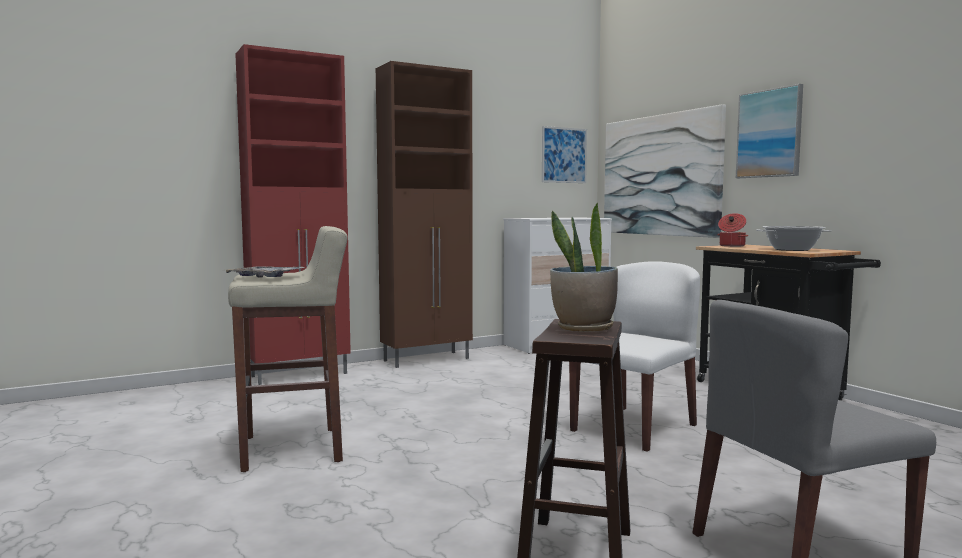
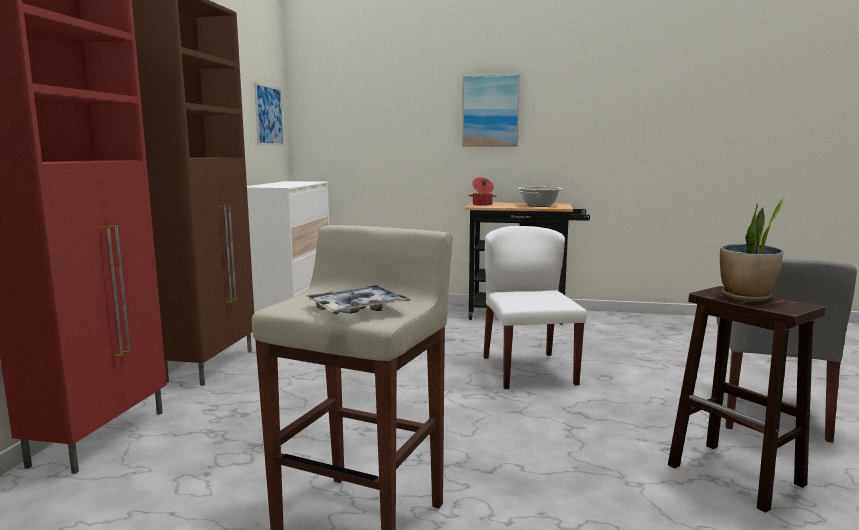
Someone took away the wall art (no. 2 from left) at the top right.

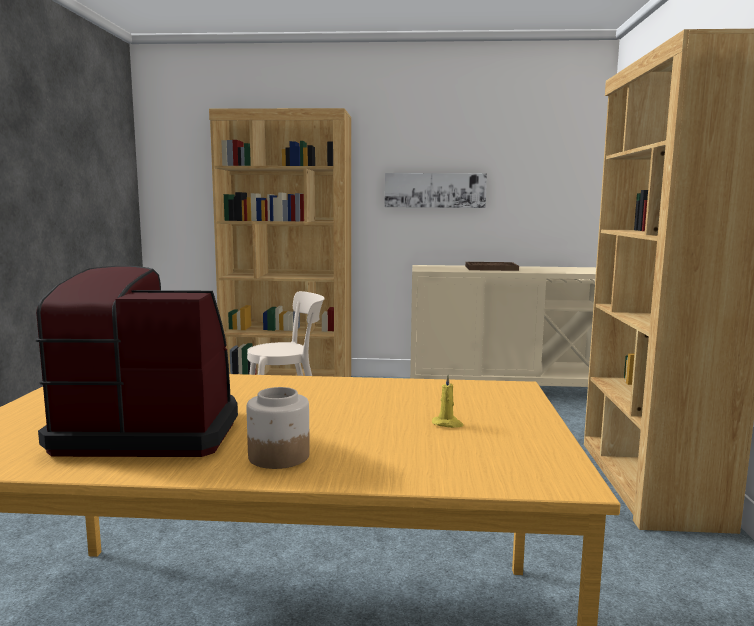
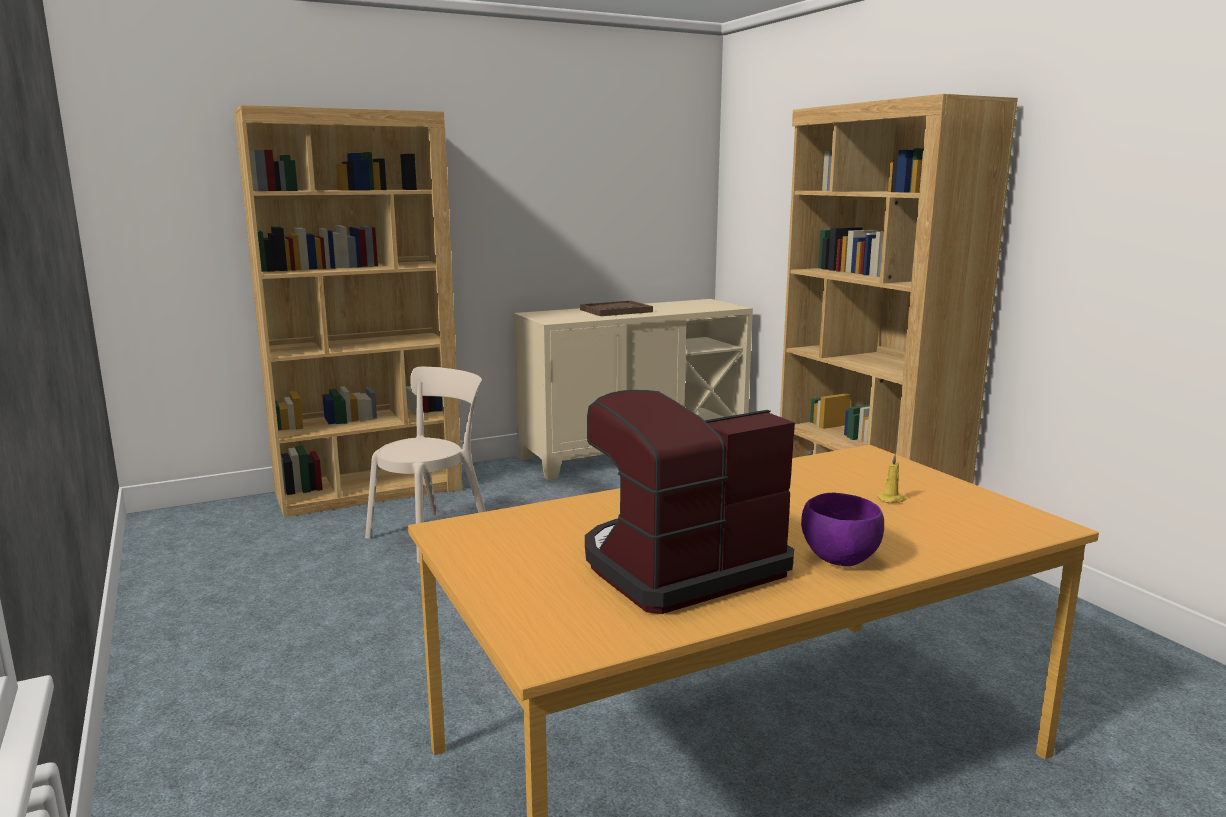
Someone took away the wall art at the top centre.
Someone swapped the storage jar at the bottom centre for the bowl (purple) at the middle right.

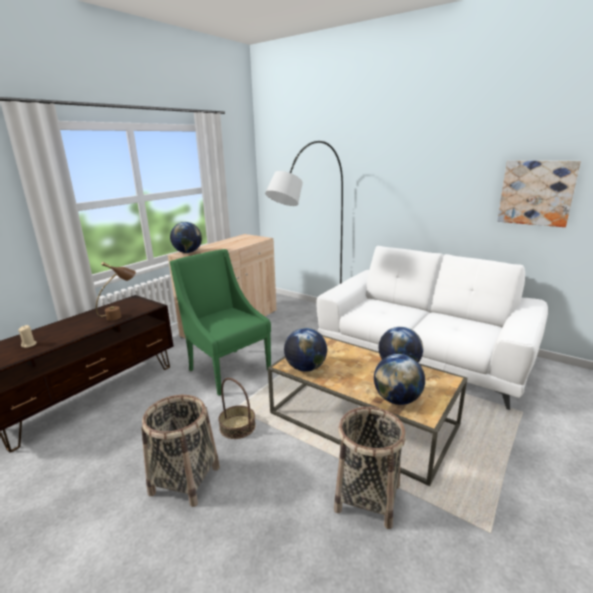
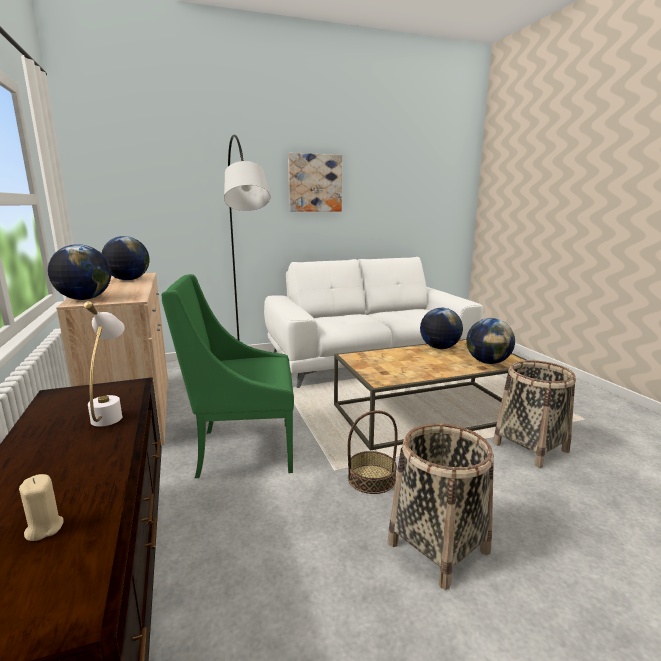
Someone carried the wall art from the top right to the top centre.
Someone repainted the table lamp (brown-coloured) at the middle left, which became the table lamp (whitish) at the middle left.
Someone carried the world globe (no. 2 from left) from the centre to the middle left.

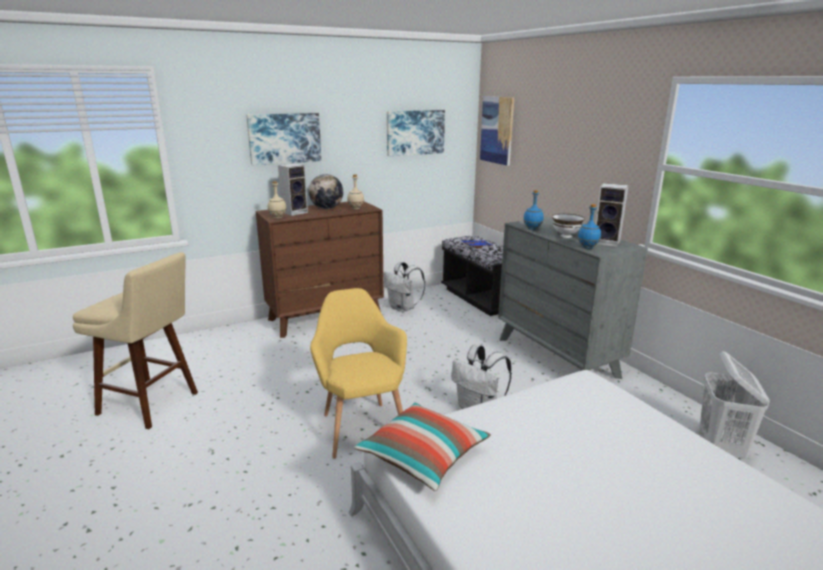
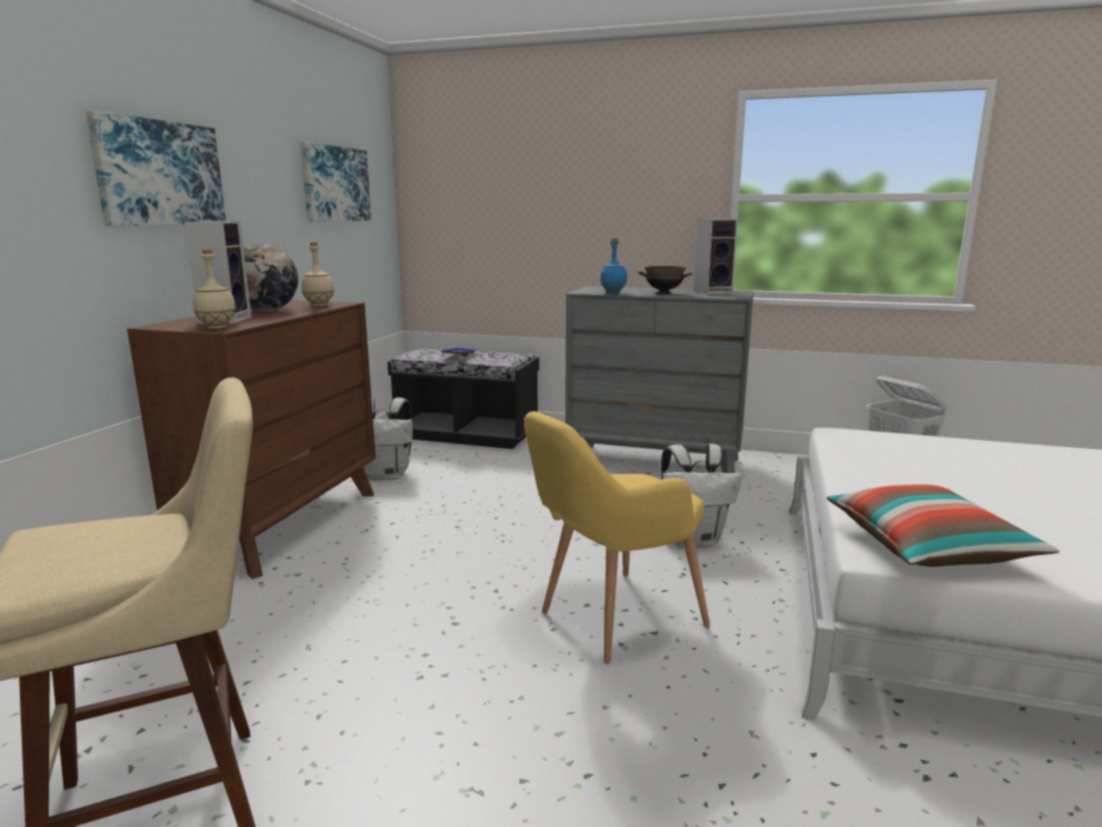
Someone took away the wall art (no. 3 from left) at the top centre.
Someone took away the beverage bottle (blue-coloured) (no. 2 from left) at the middle right.
Someone repainted the bowl (whitish) at the middle right, which became the bowl (blackish) at the centre.
Someone rotated the easy chair (yellow-coloured) at the centre by 60 degrees counterclockwise.

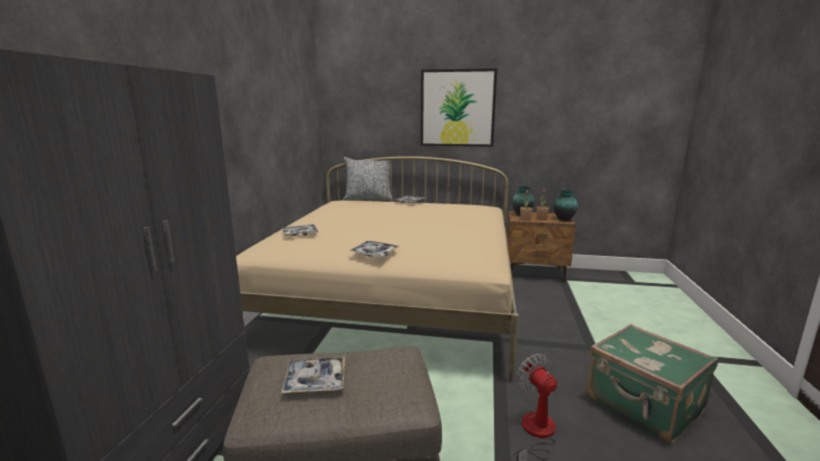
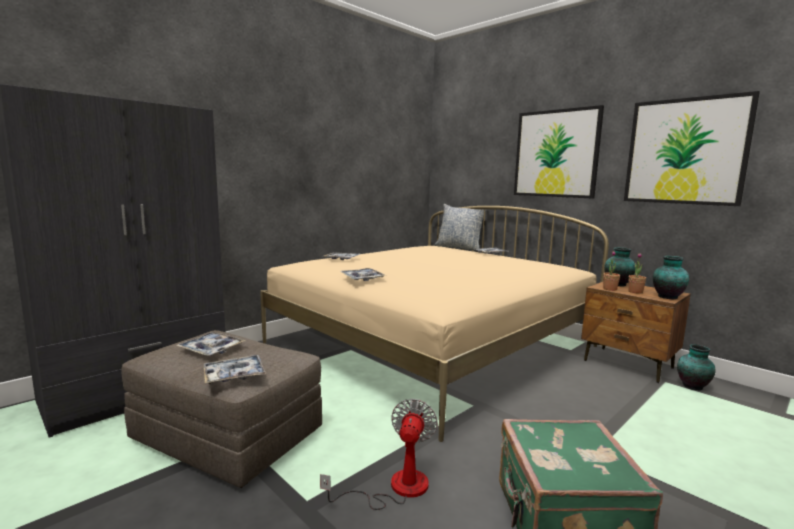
Someone put up the wall art (no. 2 from left) at the top right.
Someone put down the flower vase (no. 3 from left) at the bottom right.
Someone put down the tray (no. 2 from left) at the bottom left.

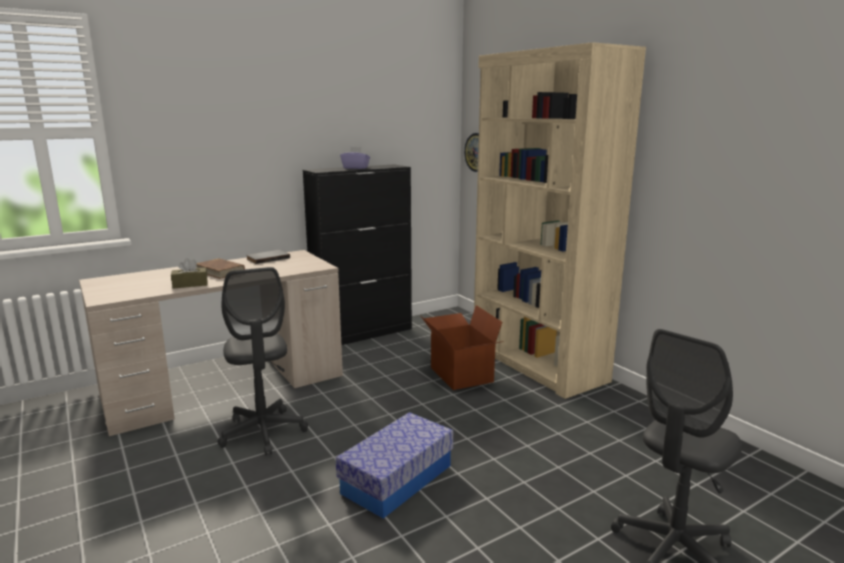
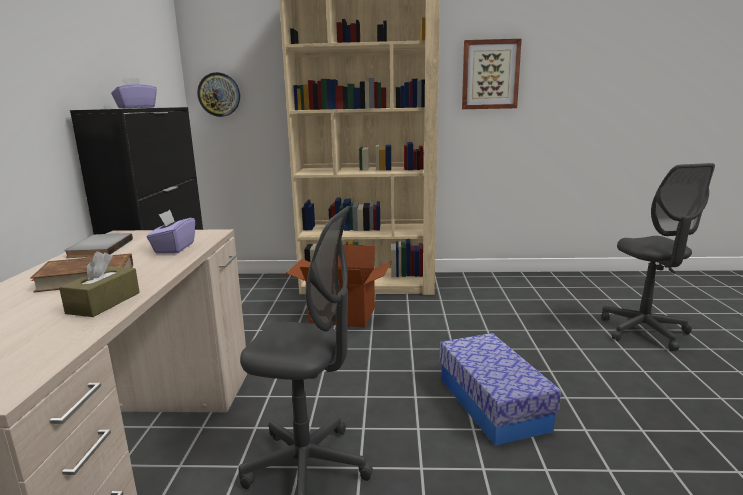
Someone put up the wall art at the top centre.
Someone put down the box of tissues (purple) (no. 2 from left) at the middle left.

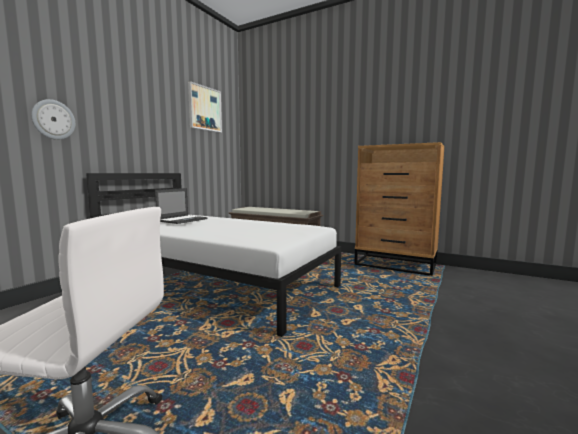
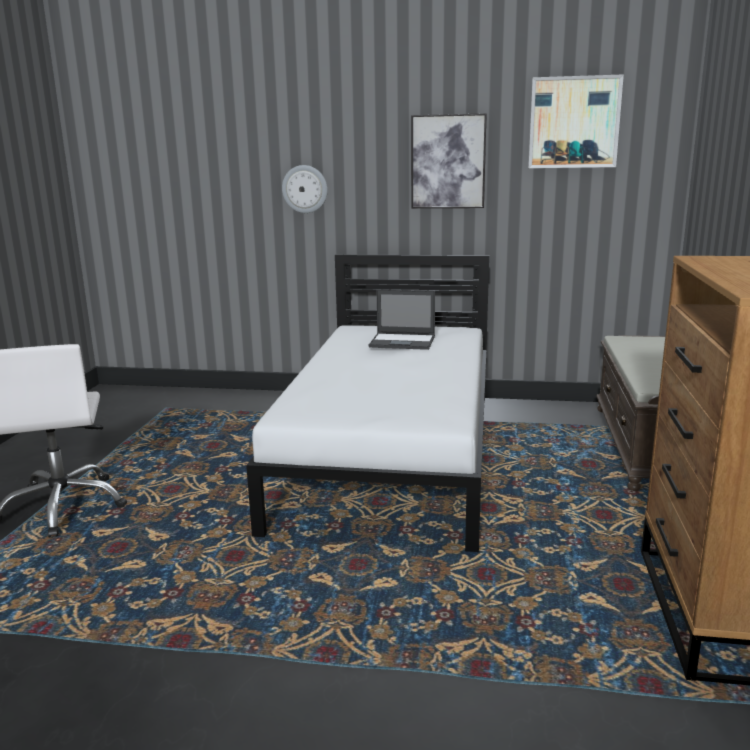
Someone put up the wall art (no. 1 from left) at the top centre.

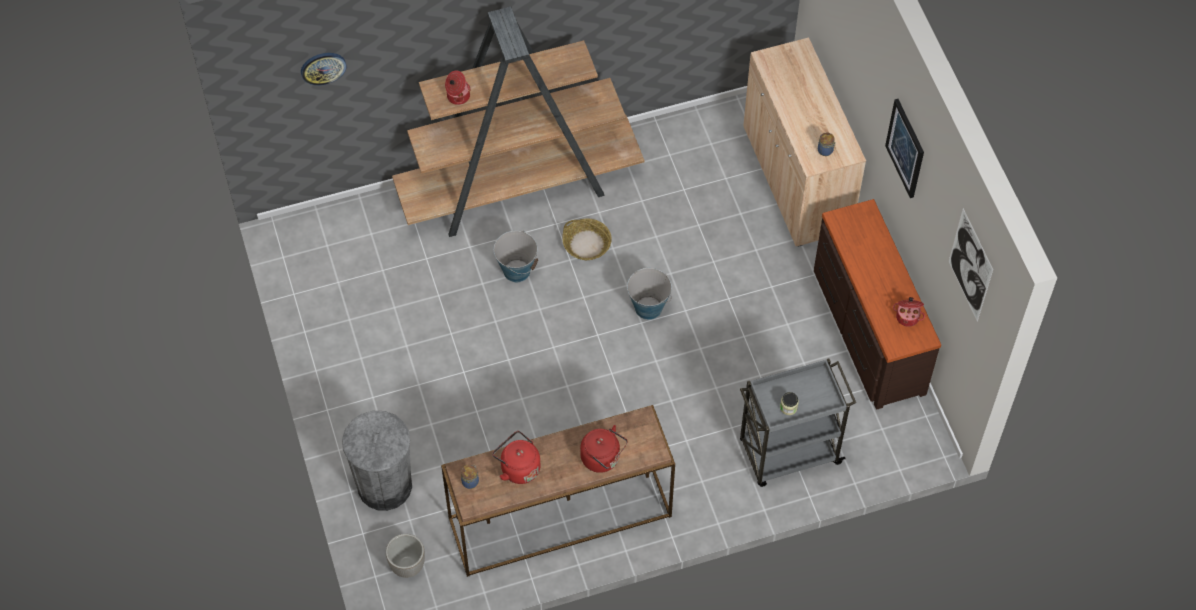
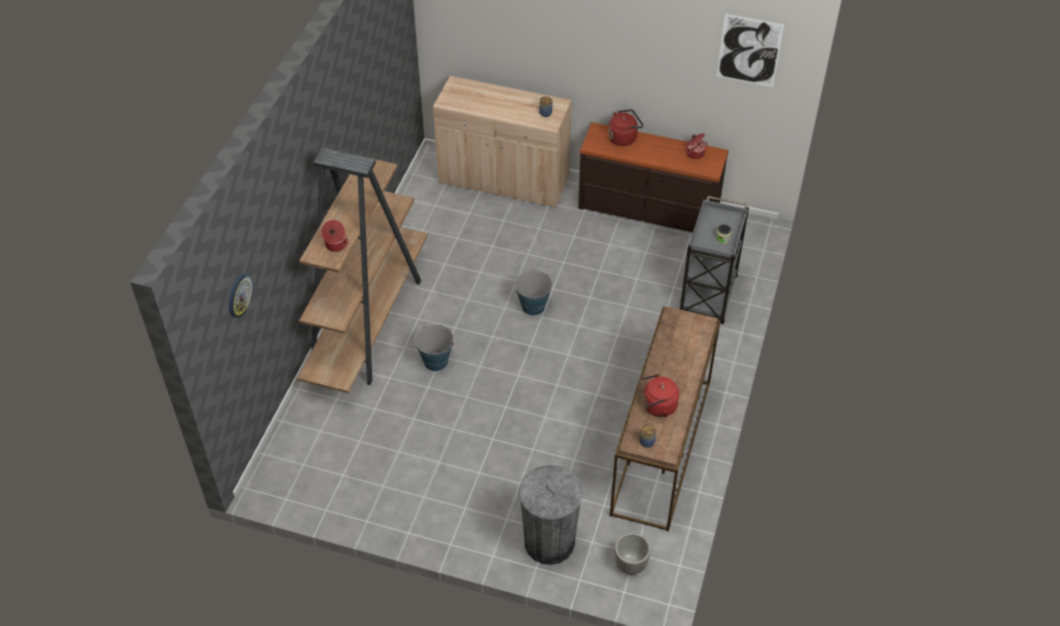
Someone took away the wall art (no. 1 from left) at the top right.
Someone took away the basket at the centre.
Someone carried the kettle (reddish) (no. 2 from left in the first image) from the bottom centre to the top centre.

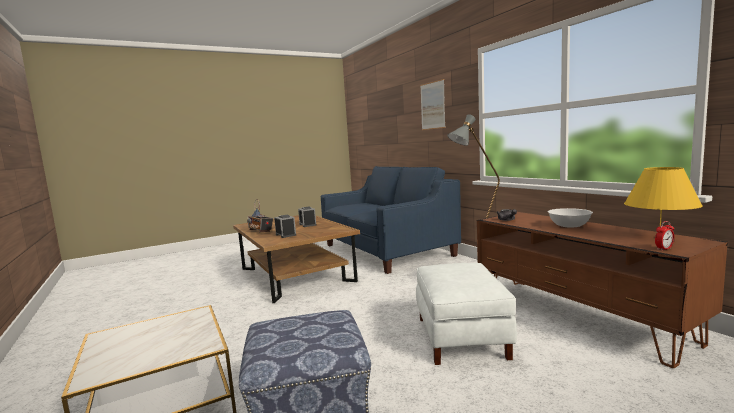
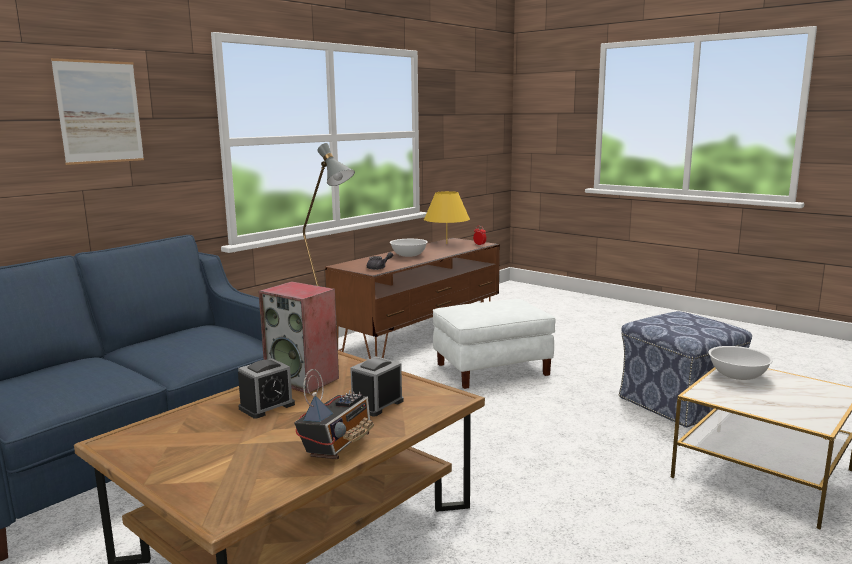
Someone put down the speaker at the centre.
Someone put down the bowl (whitish) (no. 2 from left) at the middle right.

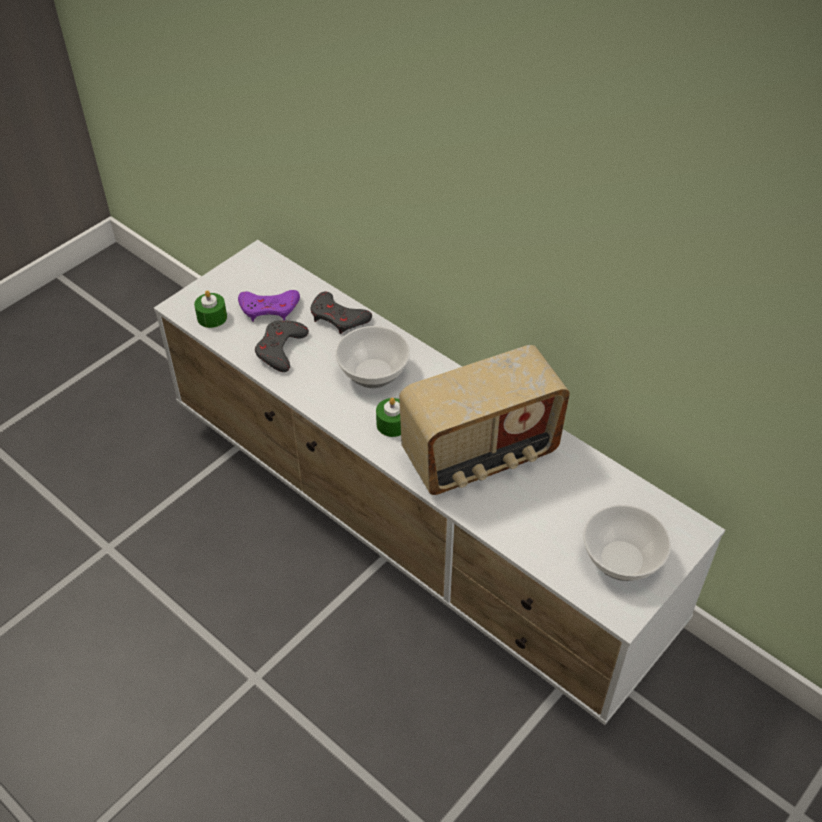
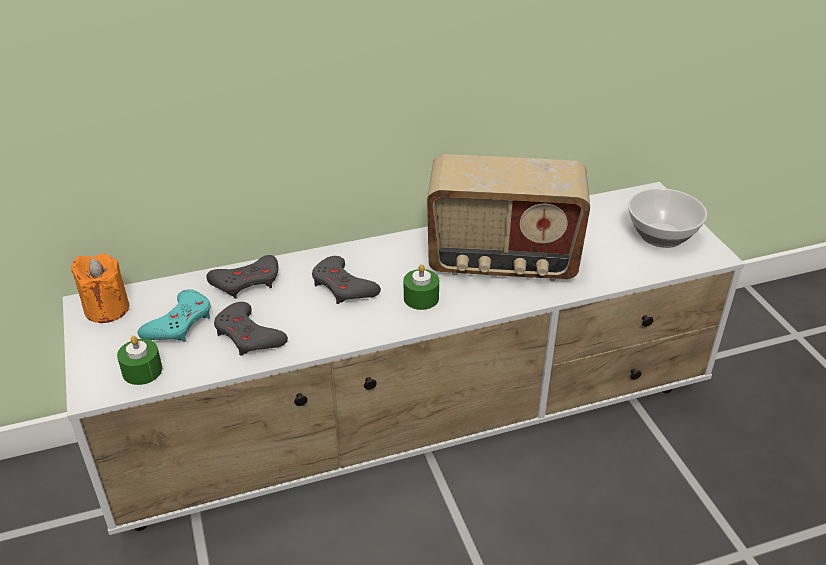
Someone repainted the joypad (purple) at the middle left, which became the joypad (turquoise) at the middle left.
Someone swapped the bowl (no. 1 from left) at the centre for the joypad (greyish) (no. 3 from left) at the centre.
Someone rotated the radio receiver at the centre by 90 degrees clockwise.
Someone put down the wax light (orangey) at the middle left.

